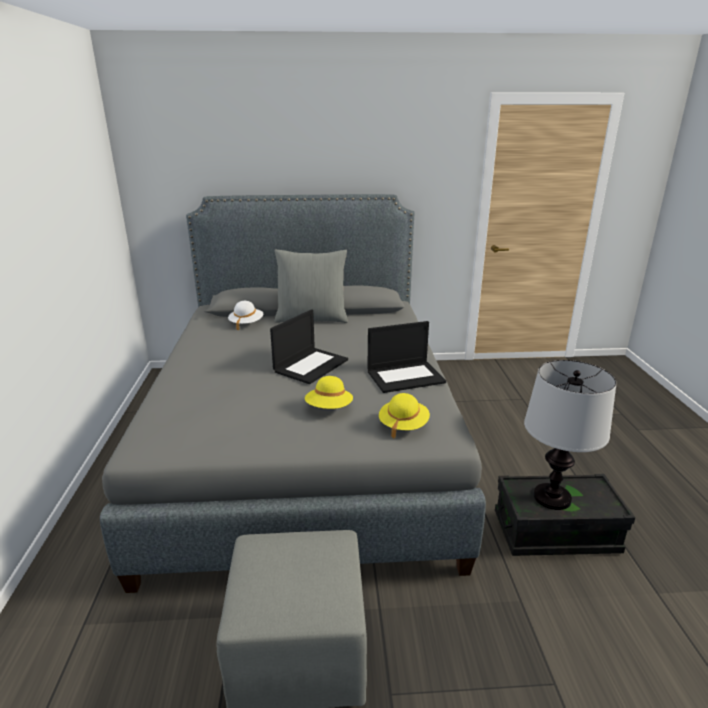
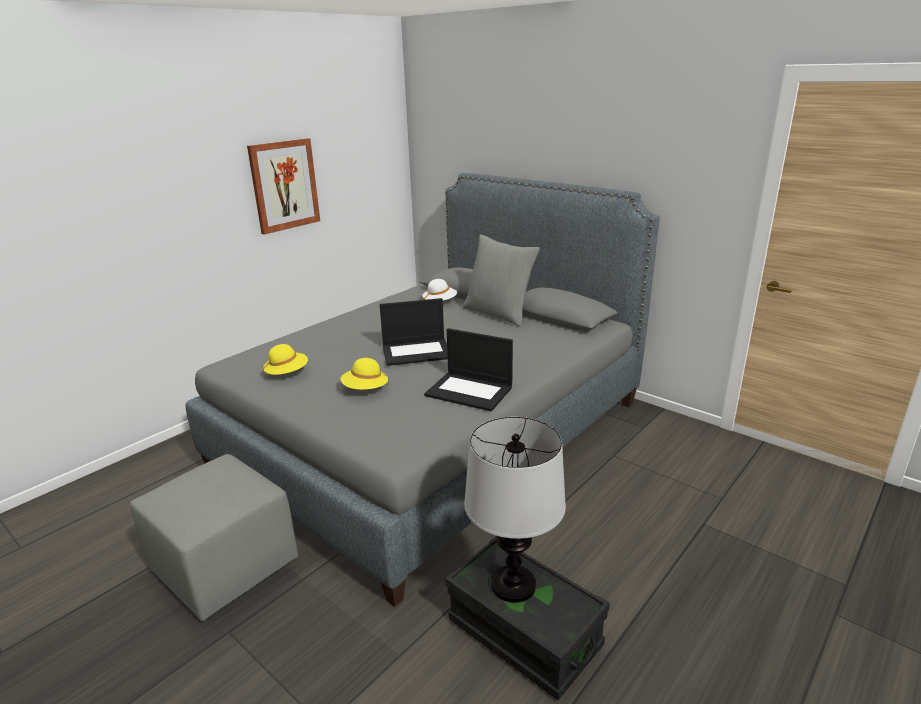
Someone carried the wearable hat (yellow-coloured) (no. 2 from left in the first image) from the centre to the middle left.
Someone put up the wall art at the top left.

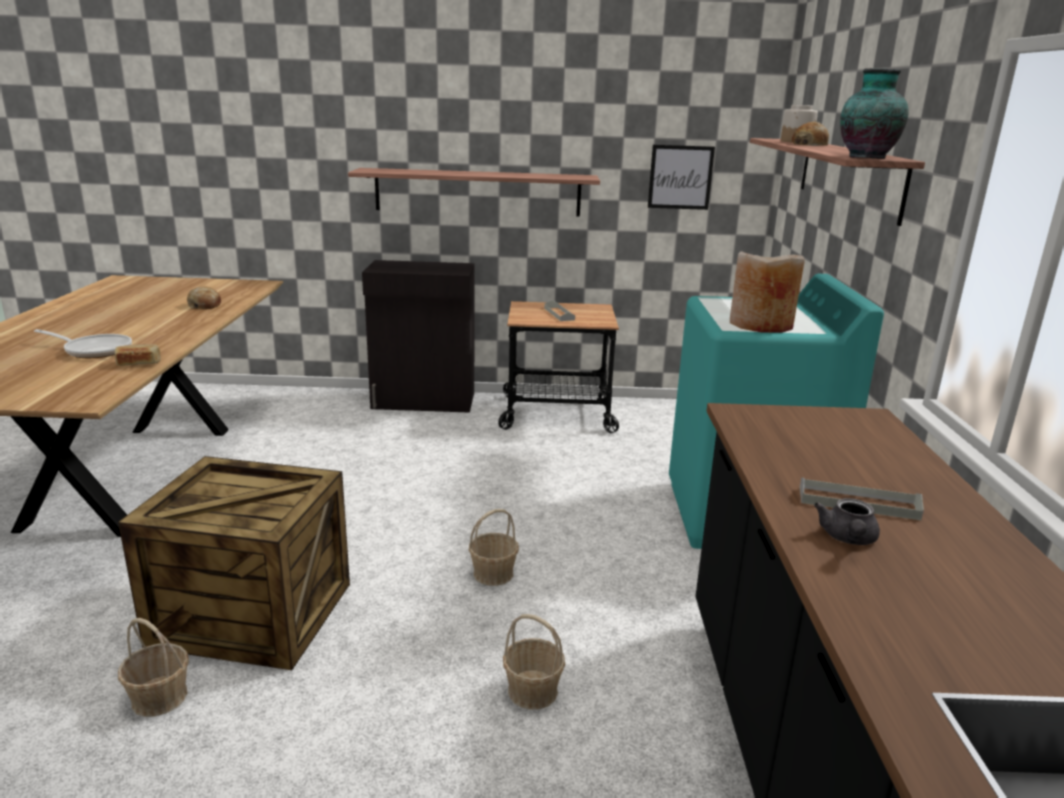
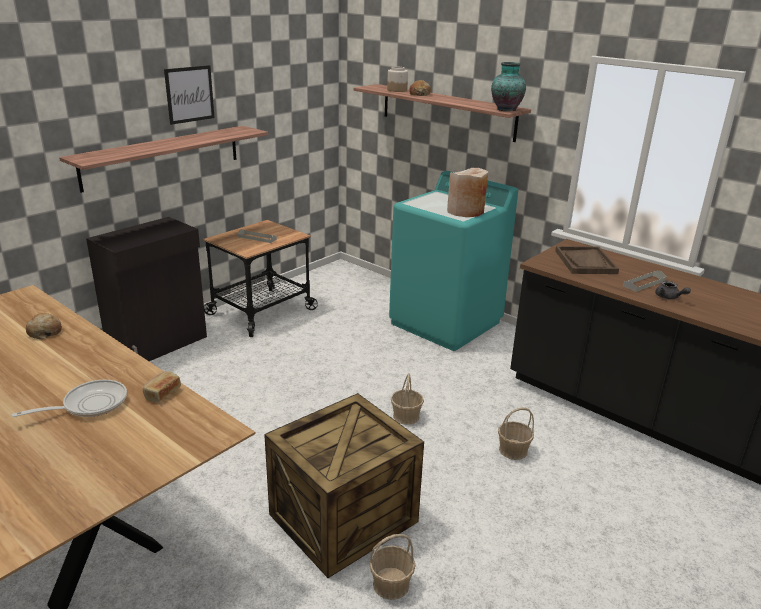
Someone carried the wall art from the top centre to the top left.
Someone put down the tray (brown-coloured) at the middle right.

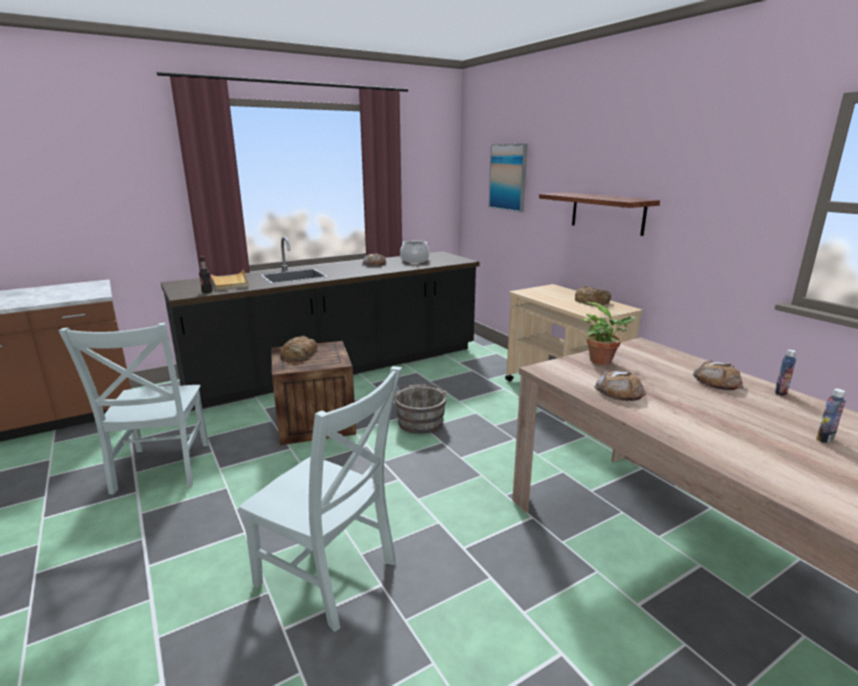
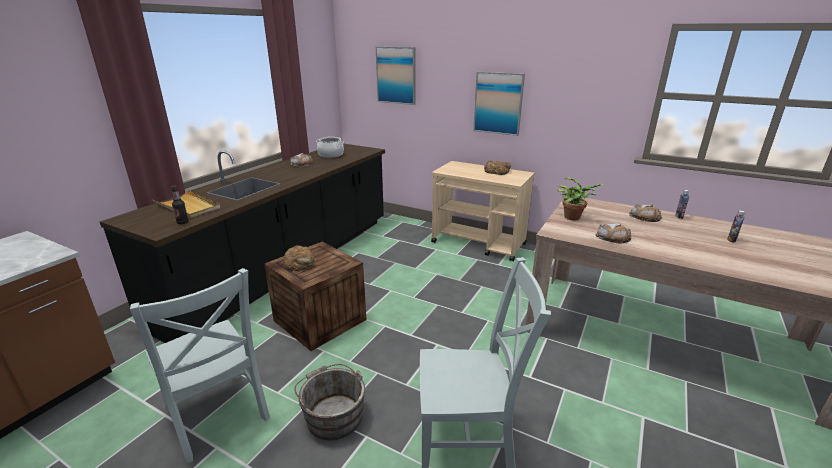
Someone swapped the shelf at the top right for the wall art (no. 2 from left) at the top centre.
Someone carried the pail (greyish) from the centre to the bottom centre.

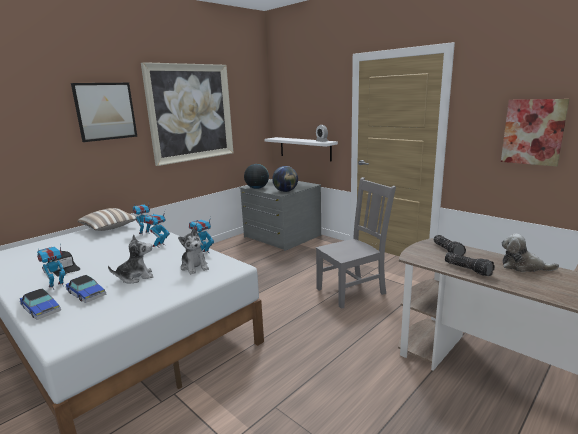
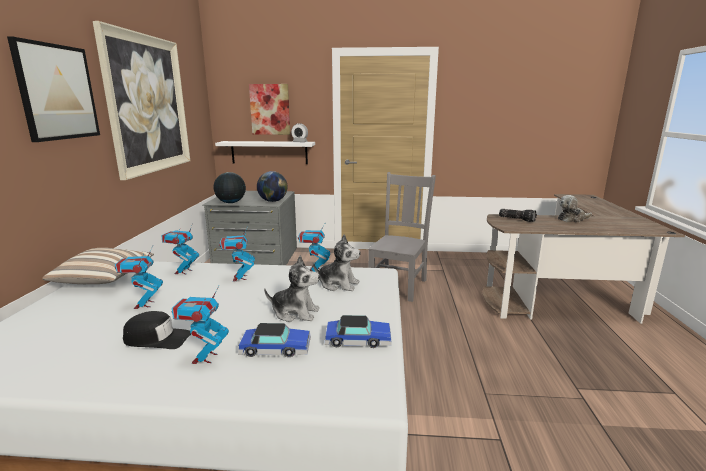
Someone carried the wall art (no. 3 from left) from the top right to the top centre.
Someone rotated the cuddly toy (no. 1 from left) at the middle left by 75 degrees clockwise.
Someone took away the flashlight (no. 2 from left) at the middle right.
Someone carried the toy car (no. 1 from left in the first image) from the bottom left to the bottom centre.
Someone put down the model robot (no. 1 from left) at the middle left.

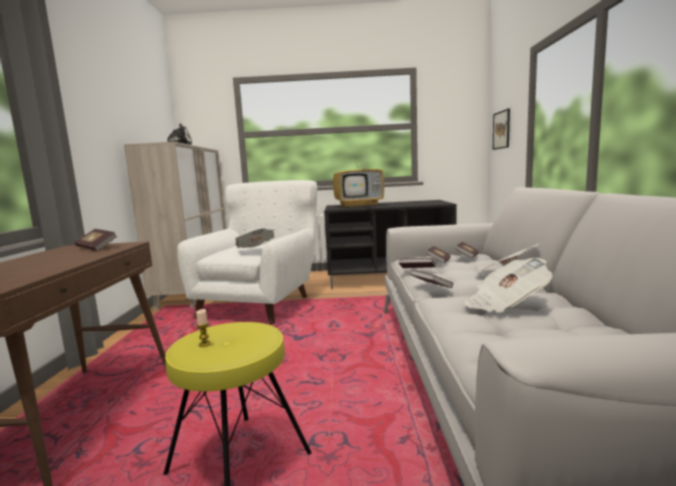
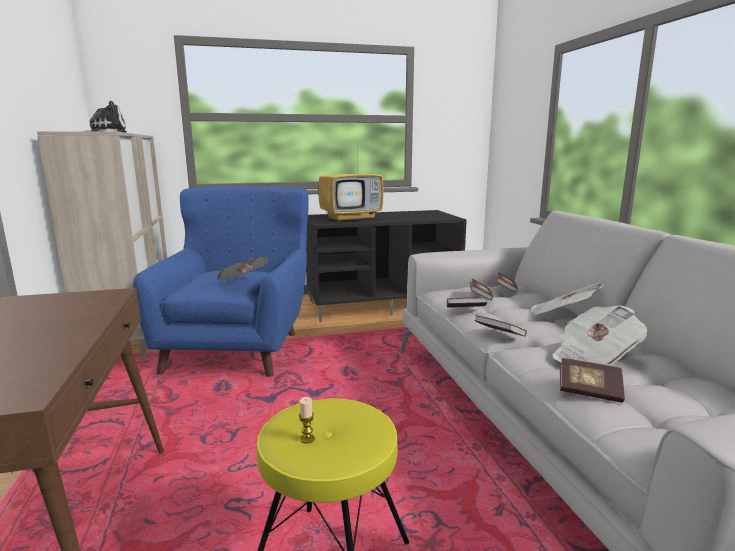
Someone took away the wall art at the top right.
Someone repainted the easy chair (whitish) at the centre, which became the easy chair (blue-coloured) at the middle left.
Someone carried the book (no. 1 from left in the first image) from the middle left to the bottom right.

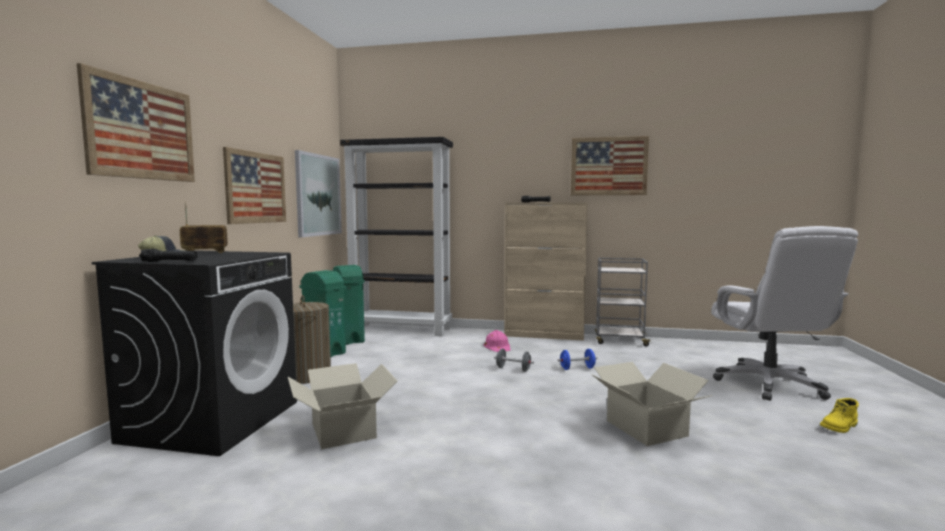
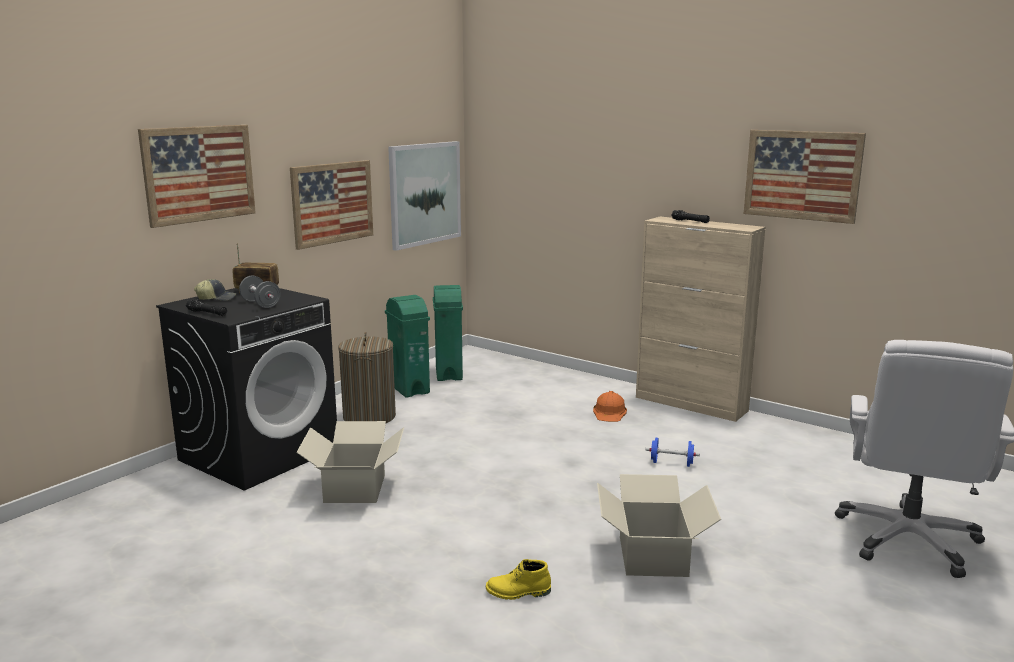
Someone took away the shelving unit (blackish) at the centre.
Someone took away the cart (greyish) at the centre.
Someone repainted the work helmet (pink-coloured) at the centre, which became the work helmet (orangey) at the centre.
Someone carried the hand weight (greyish) from the bottom centre to the middle left.
Someone carried the high-top boot (yellow-coloured) from the bottom right to the bottom centre.

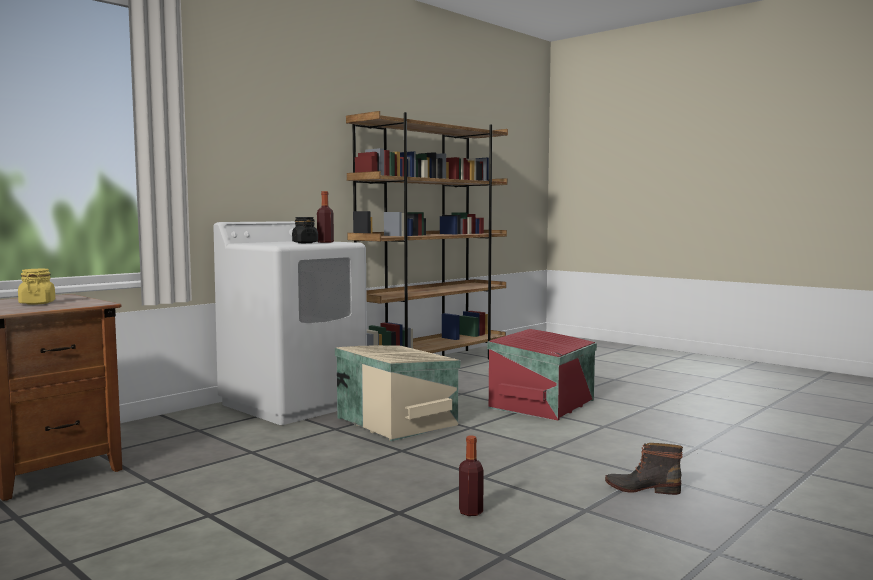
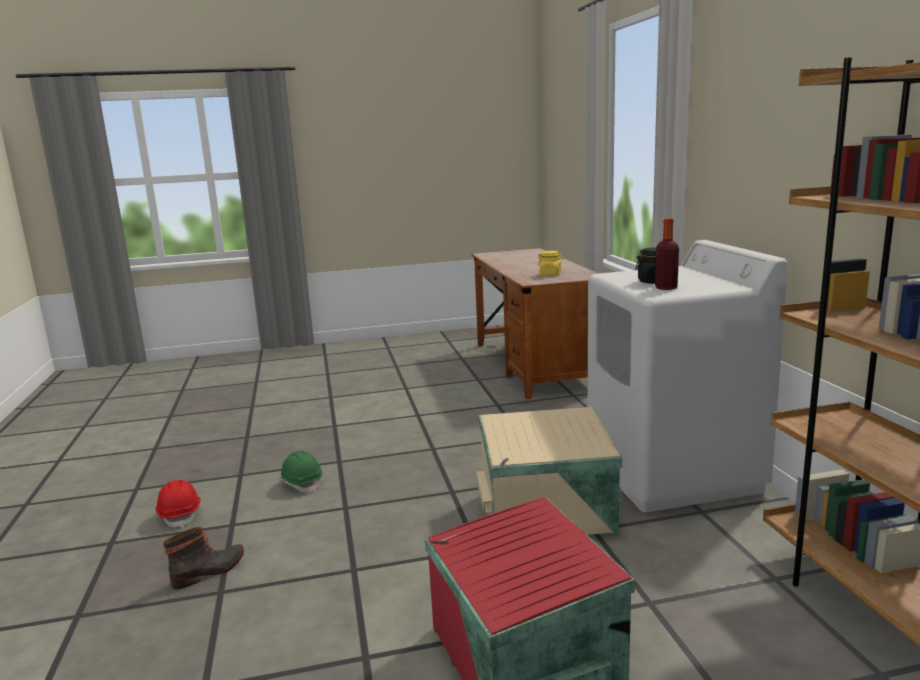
Someone swapped the beverage bottle (no. 2 from left) at the bottom centre for the work helmet (green) at the bottom left.
Someone put down the work helmet (reddish) at the bottom left.

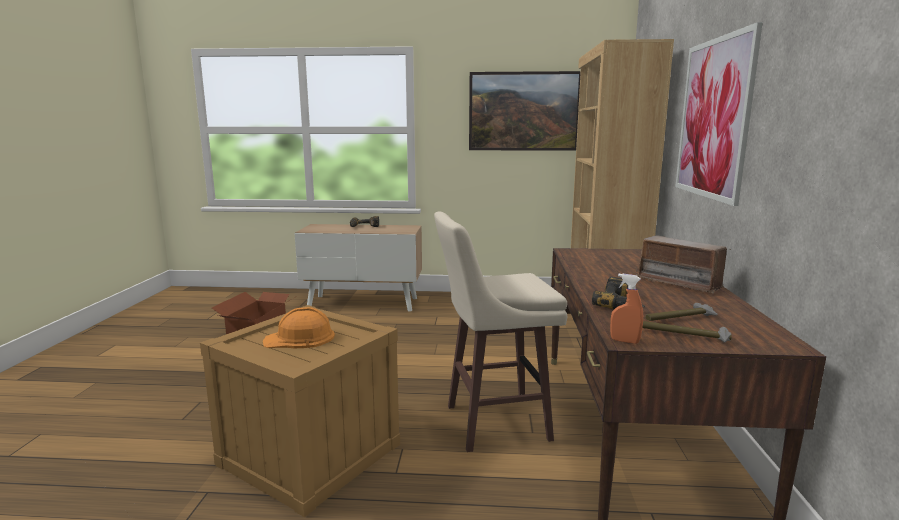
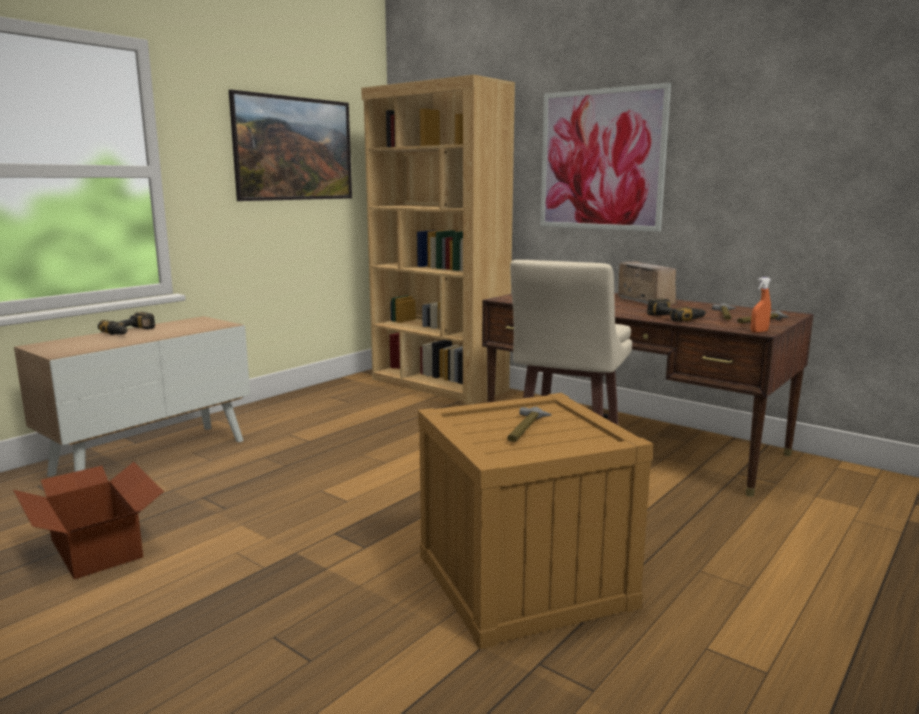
Someone rotated the radio receiver at the middle right by 105 degrees counterclockwise.
Someone swapped the work helmet (orangey) at the middle left for the hammer (no. 1 from left) at the centre.

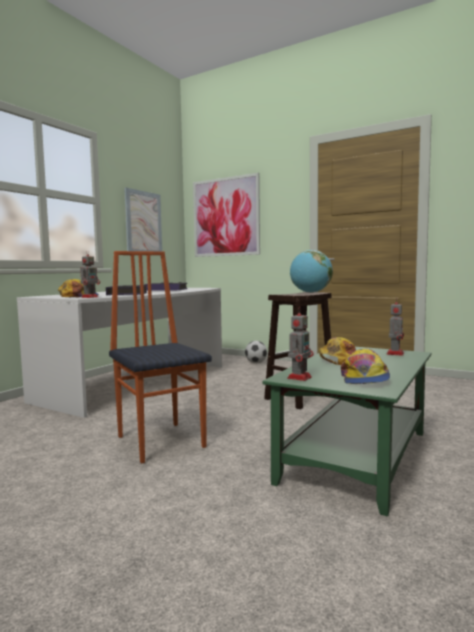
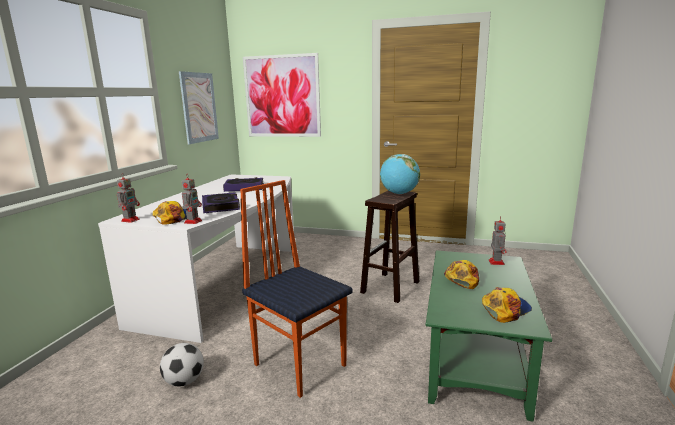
Someone carried the model robot (no. 2 from left in the first image) from the centre to the middle left.
Someone carried the ball for football from the centre to the bottom left.
Someone rotated the peaked cap (no. 3 from left) at the middle right by 120 degrees counterclockwise.

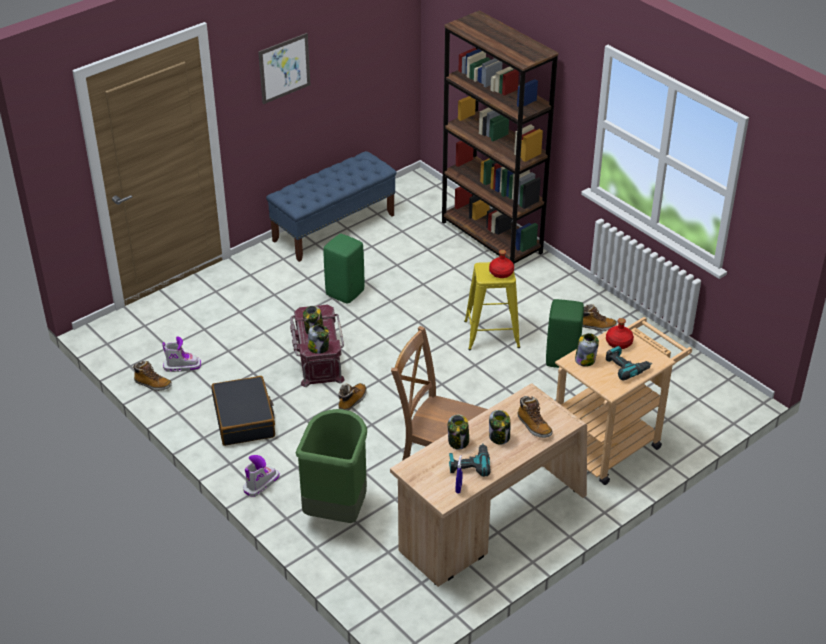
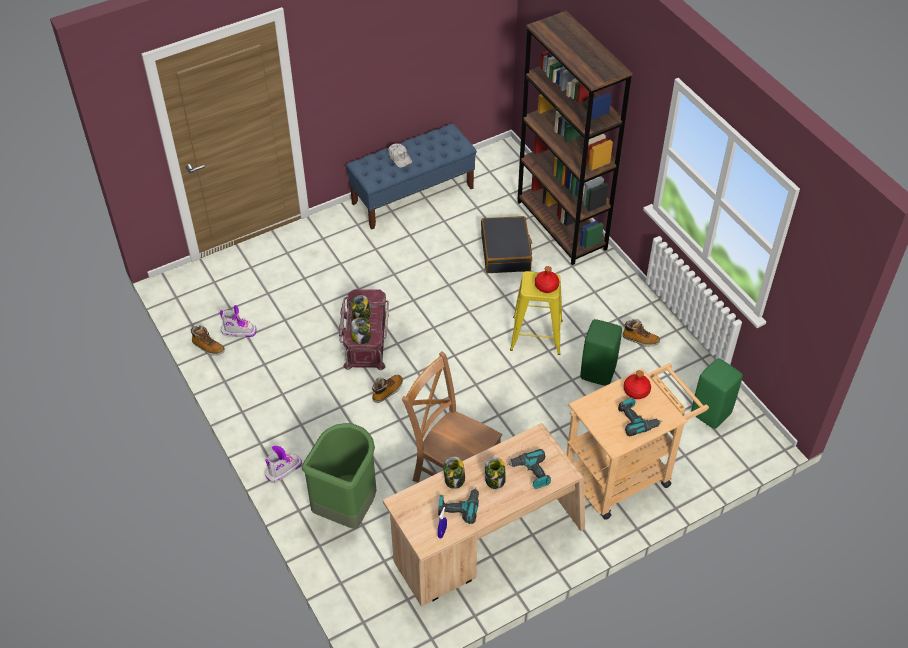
Someone took away the wall art at the top centre.
Someone carried the stool seat (green) (no. 1 from left in the first image) from the centre to the middle right.
Someone took away the storage jar (no. 5 from left) at the middle right.
Someone carried the piece of luggage (blackish) from the middle left to the centre.
Someone swapped the high-top boot (no. 5 from left) at the centre for the electric drill (no. 2 from left) at the bottom centre.
Someone put down the peaked cap (whitish) at the top centre.

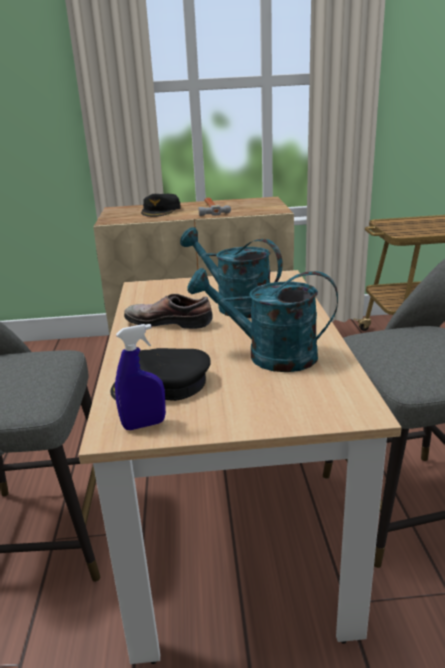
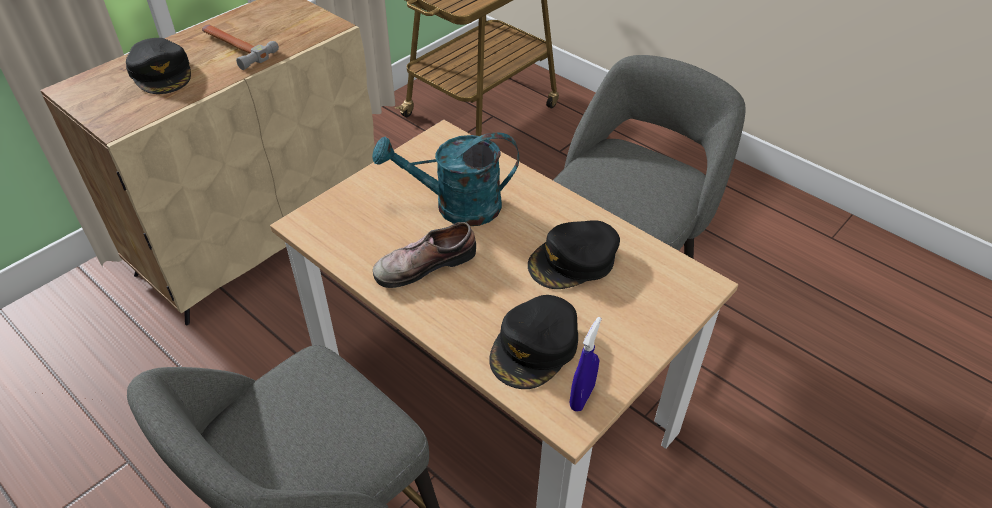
Someone swapped the sprinkling can (turquoise) (no. 2 from left) at the centre for the peaked cap (blackish) (no. 3 from left) at the centre.

